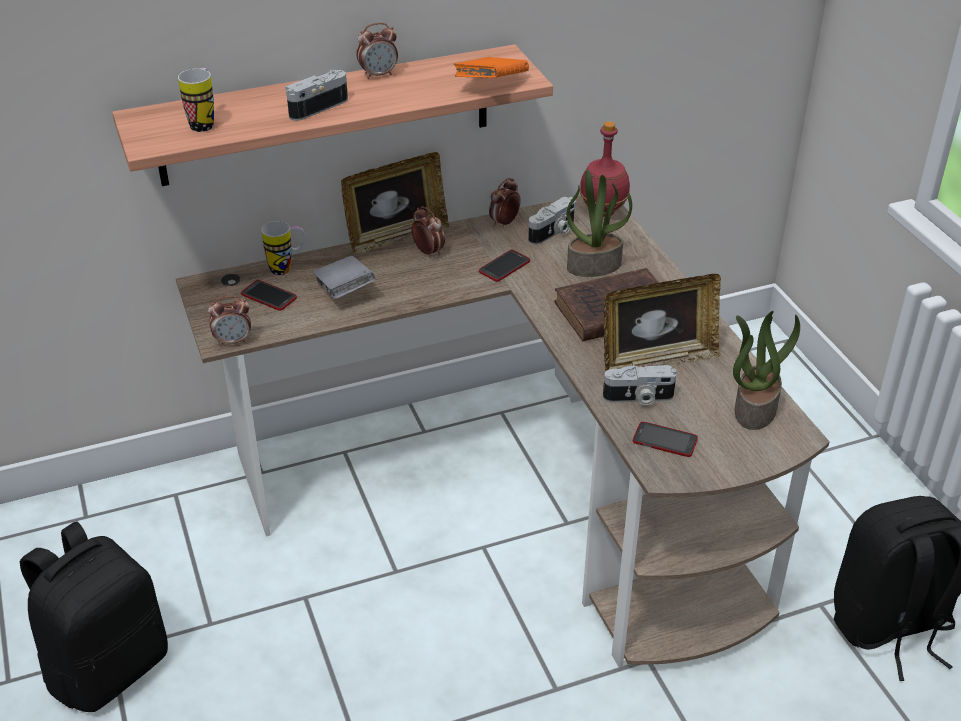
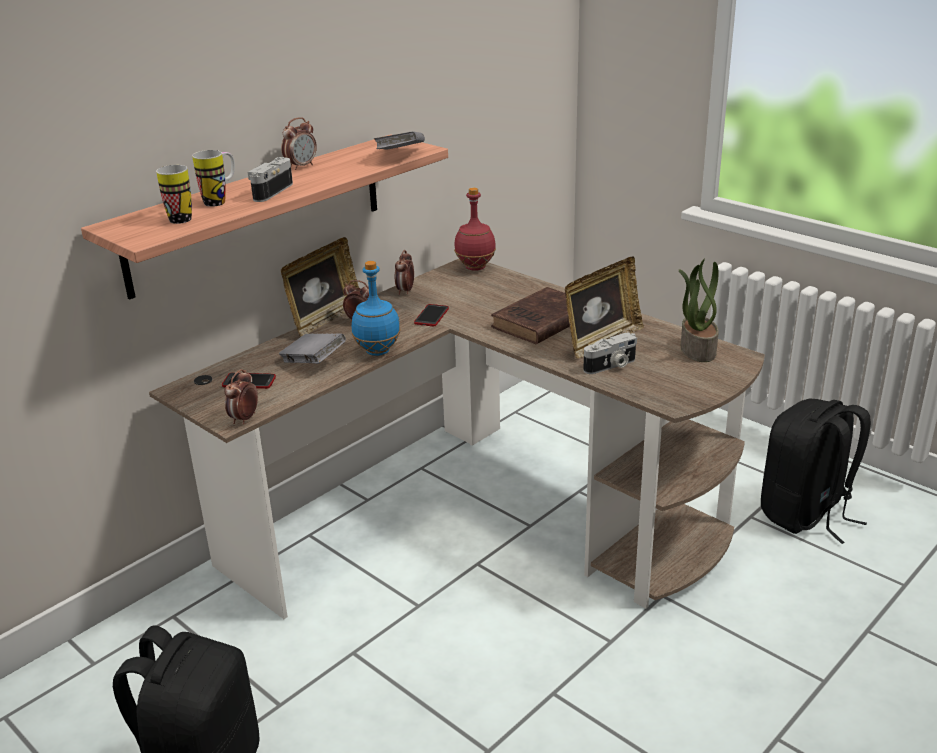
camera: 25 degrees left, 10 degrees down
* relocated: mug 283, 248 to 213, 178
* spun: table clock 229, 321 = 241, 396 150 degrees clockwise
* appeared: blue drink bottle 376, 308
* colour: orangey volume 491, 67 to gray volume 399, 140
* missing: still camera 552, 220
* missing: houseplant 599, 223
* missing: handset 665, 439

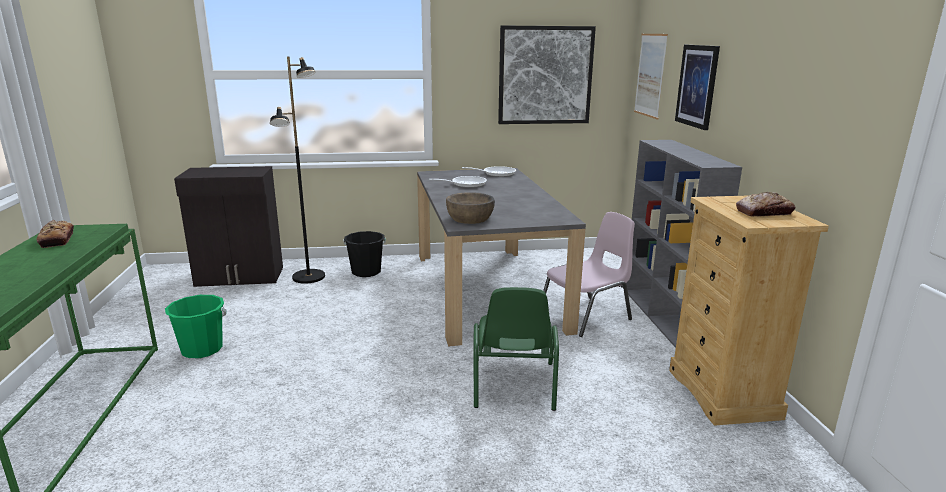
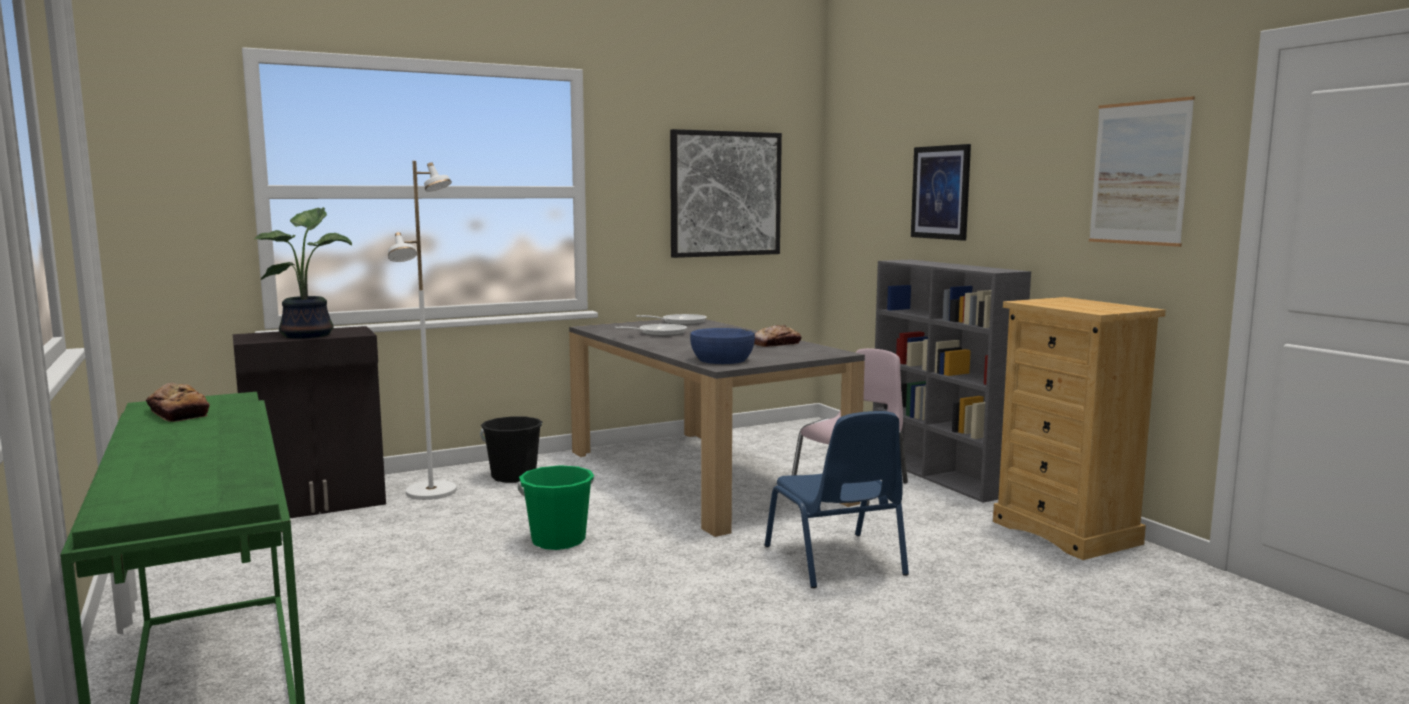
camera: 20 degrees left, 10 degrees down
* appeared: houseplant 303, 273
* colour: black standard lamp 297, 170 to white-coloured standard lamp 422, 330
* relocated: green-coloured water bucket 196, 326 to 556, 507
* colour: brown deep dish 470, 208 to blue deep dish 722, 346
* relocated: bread 765, 204 to 778, 336
* colour: green-coloured plain chair 516, 349 to blue plain chair 837, 499
* relocated: picture 651, 77 to 1142, 171

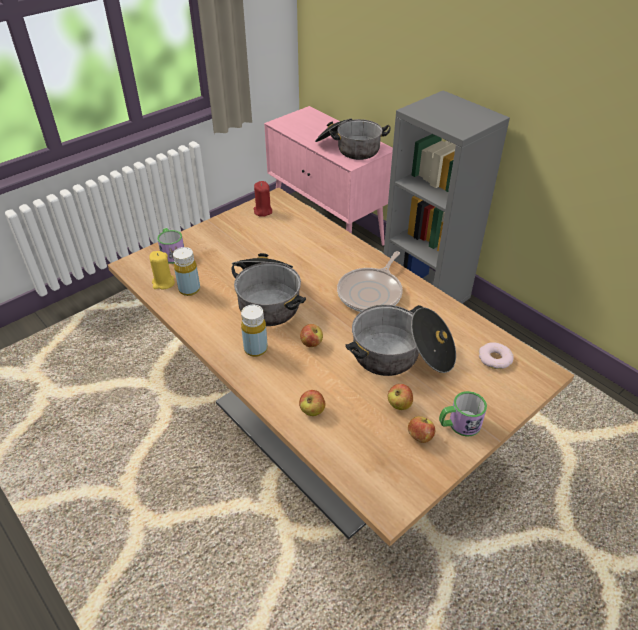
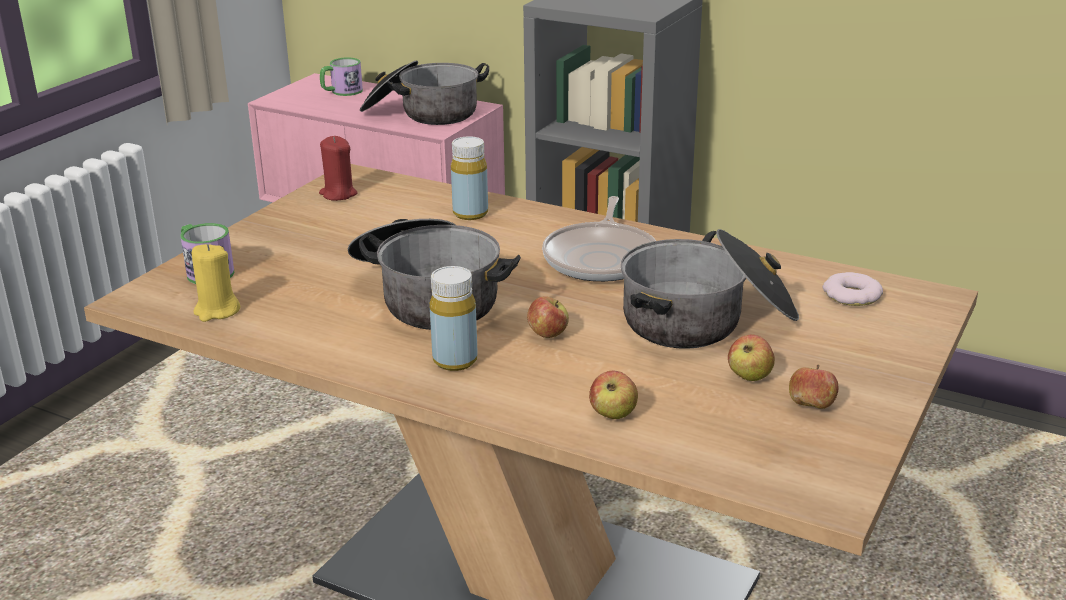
camera: 20 degrees left, 15 degrees down
* relocated: mug 463, 414 to 341, 76
* relocated: yellow drink bottle 186, 271 to 469, 178

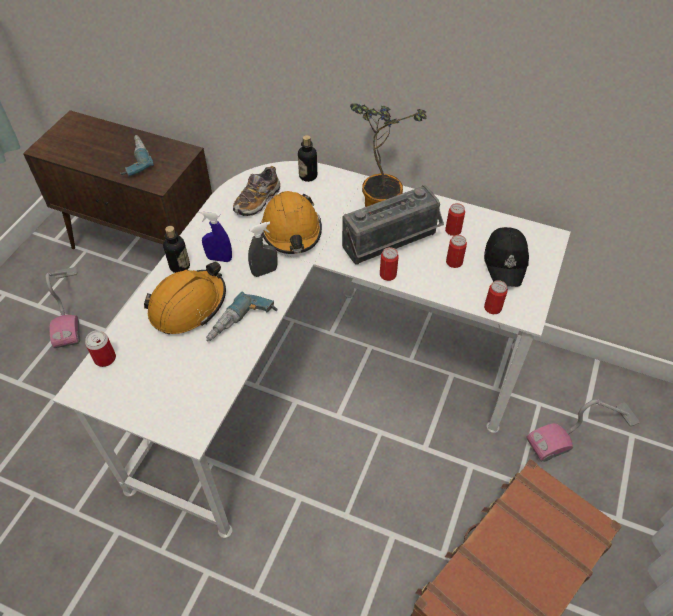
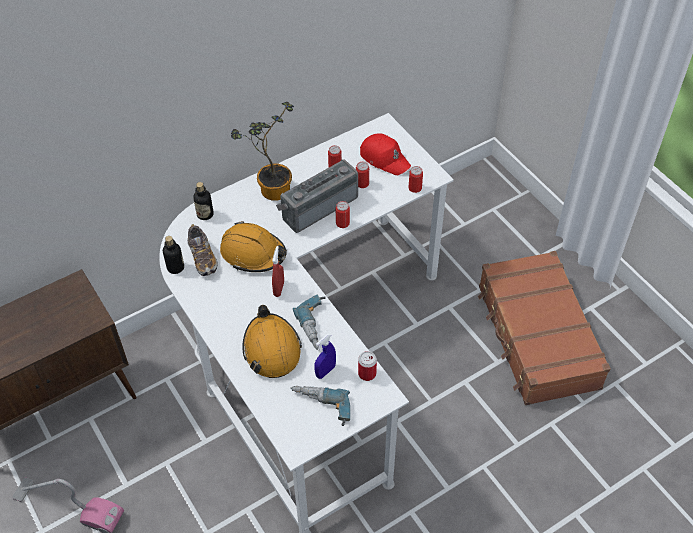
camera: 55 degrees left, 0 degrees up
* relocated: drink bottle 176, 249 to 173, 255
* colour: gray spray bottle 262, 249 to reddish spray bottle 278, 271
* spun: radio 393, 224 = 317, 196 135 degrees counterclockwise
* relocated: power drill 137, 155 to 320, 406
* relocated: blue spray bottle 215, 236 to 325, 356
* relocated: can 100, 348 to 367, 366
* colour: black peaked cap 506, 257 to reddish peaked cap 385, 154
* missing: hoover 582, 430

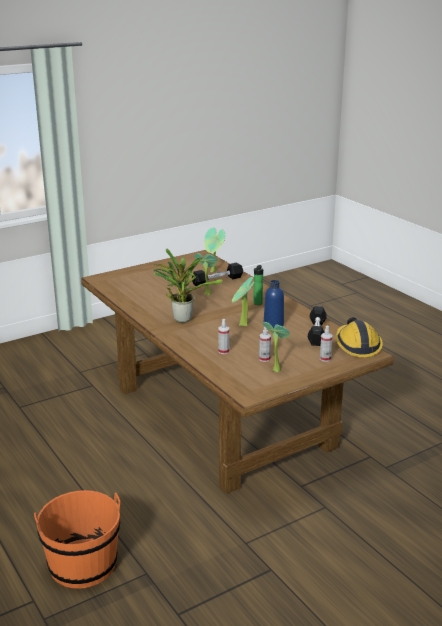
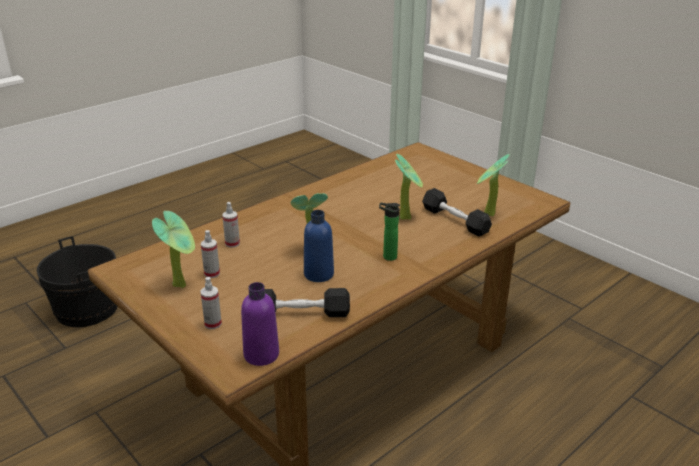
camera: 80 degrees right, 5 degrees up
* colour: orangey water bucket 77, 539 to black water bucket 77, 281
* exchanged: hard hat 359, 337 to purplish drink bottle 260, 324
* missing: houseplant 188, 286

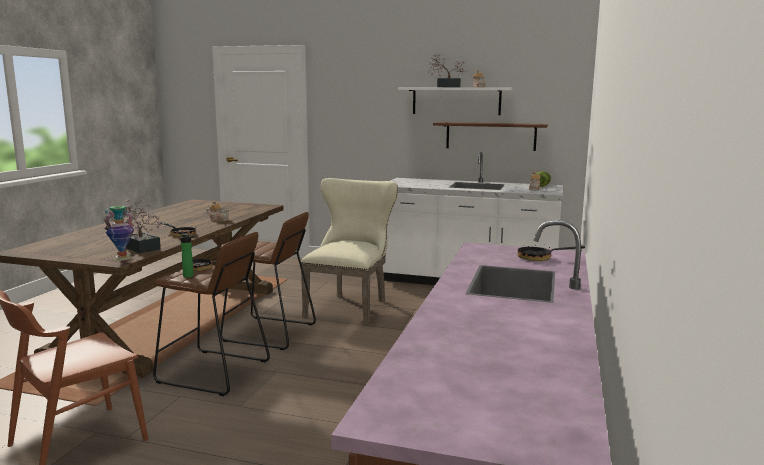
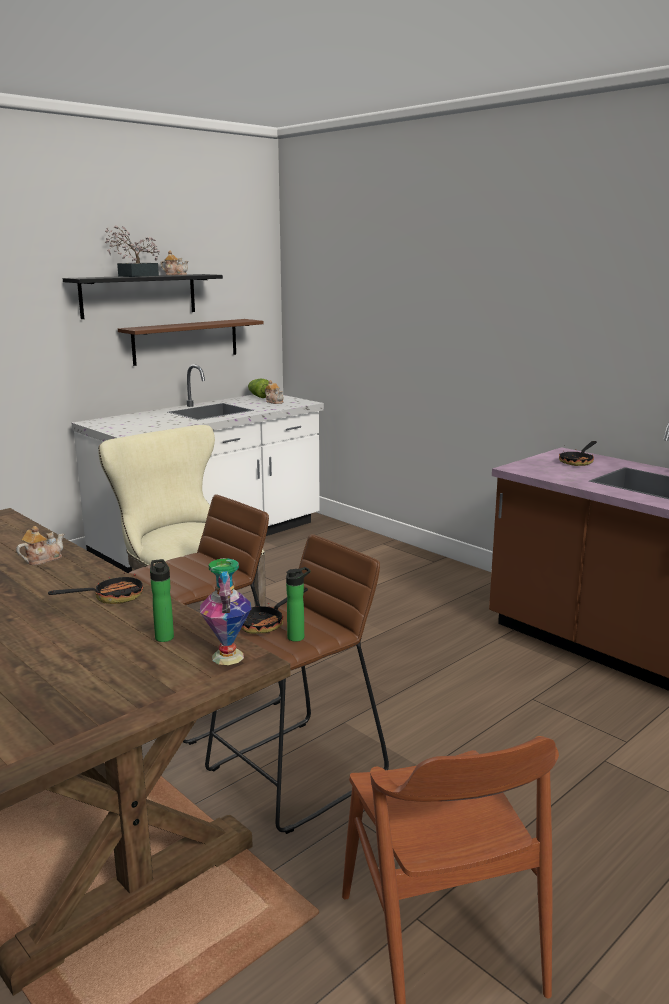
camera: 60 degrees left, 5 degrees up
* colour: white-coloured bracket shelf 455, 101 to black bracket shelf 143, 296
* exchanged: houseplant 138, 226 to drink bottle 162, 600

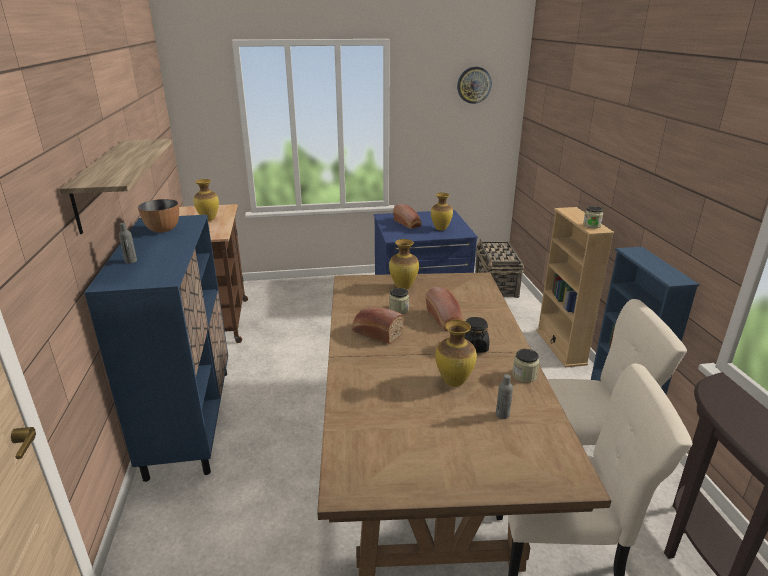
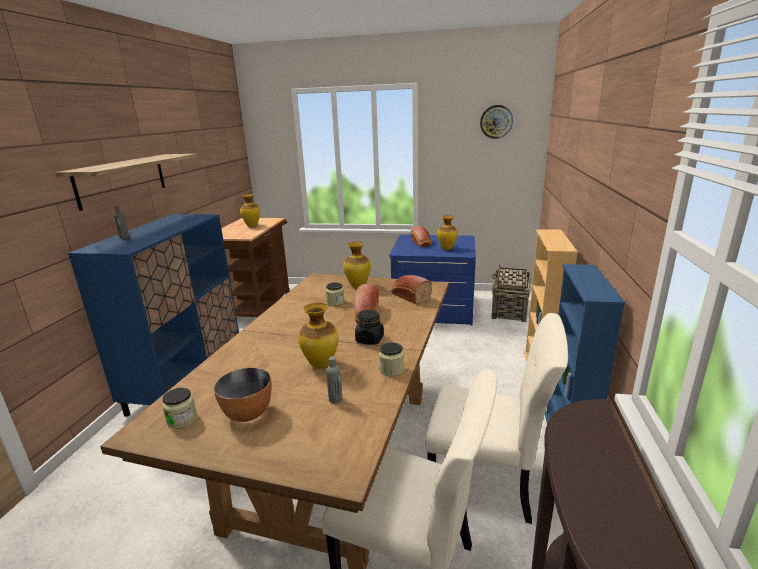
camera: 20 degrees right, 5 degrees down
* relocated: jar 593, 217 to 179, 408
* relocated: deep dish 158, 216 to 243, 394
* relocated: bread 378, 326 to 411, 290

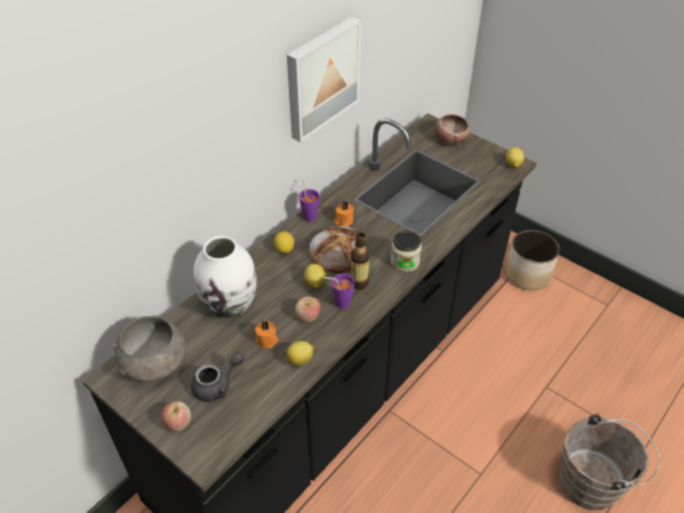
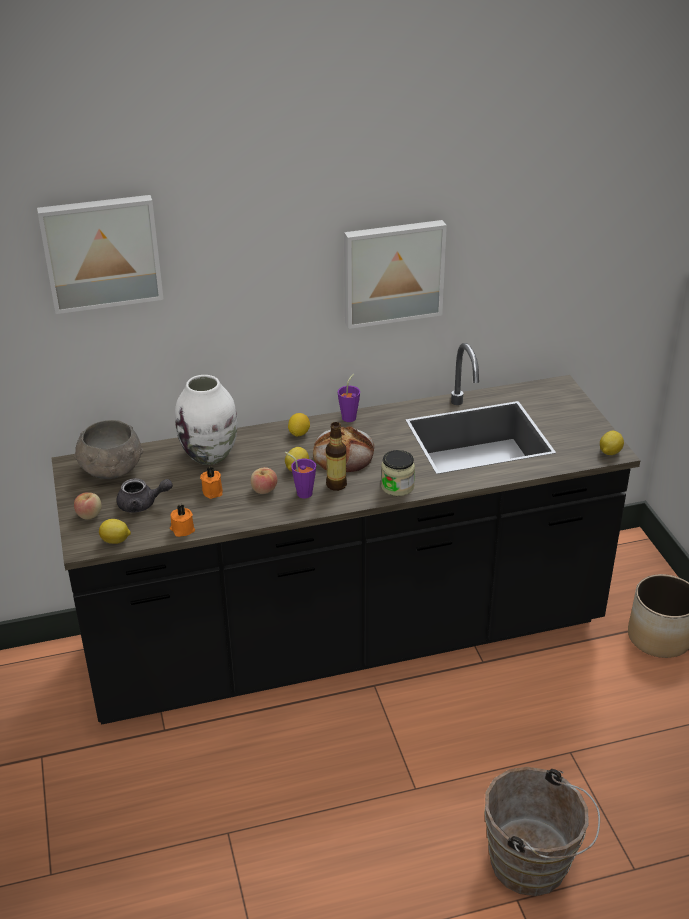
camera: 35 degrees right, 10 degrees down
* appeared: picture 100, 254
* relocated: lemon 300, 353 to 115, 531
* relocated: orangey candle 344, 214 to 182, 520
* missing: deep dish 452, 129

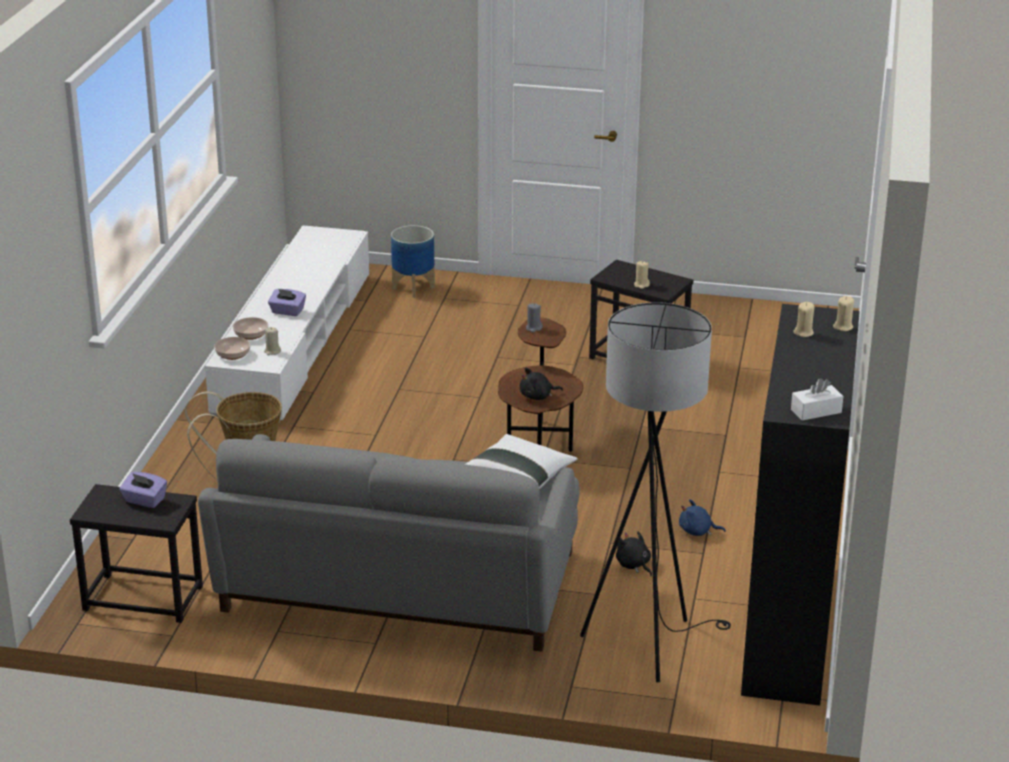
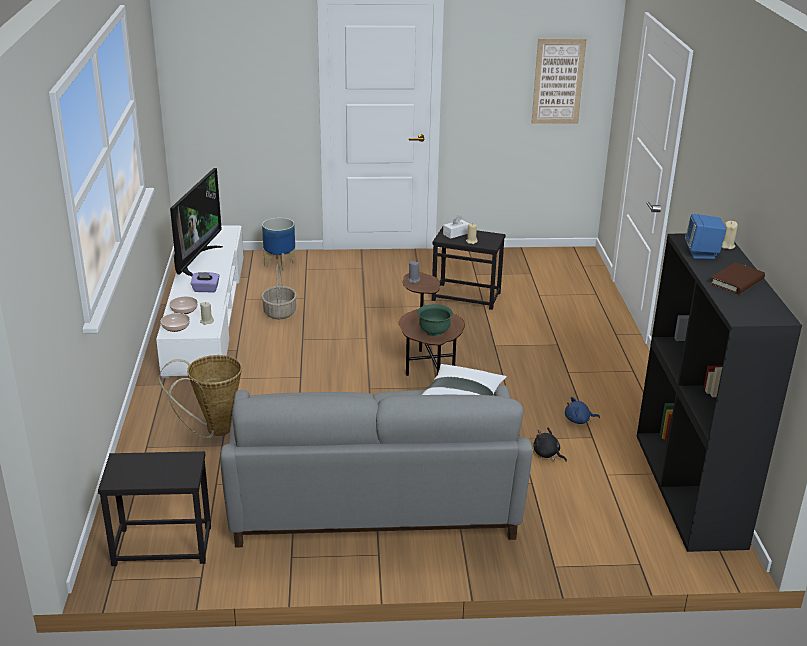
camera: 15 degrees left, 0 degrees up
* appeared: TV set 196, 222
* appeared: basket 279, 292
* exchanged: black plush toy 541, 384 to green-coloured deep dish 435, 320
* relocated: white-coloured tissue holder 817, 399 to 456, 227
* appeared: picture 559, 81
* exchanged: beige-coloured candle 803, 319 to blue speaker 705, 236
* appeared: brown volume 737, 278
* missing: purplish tissue holder 143, 490
* missing: black standard lamp 655, 492

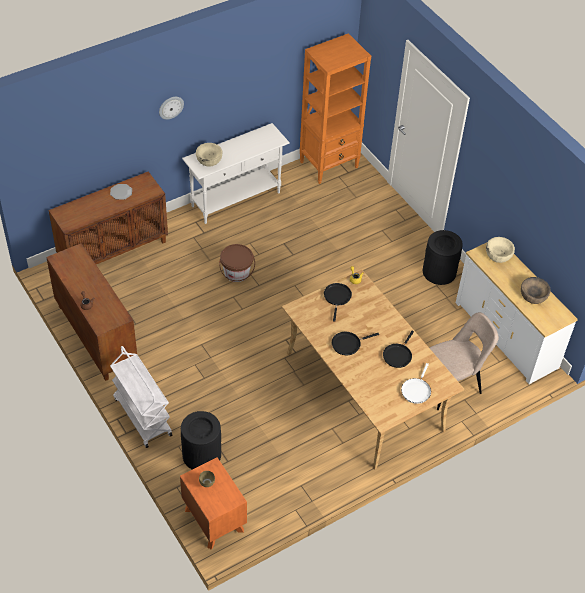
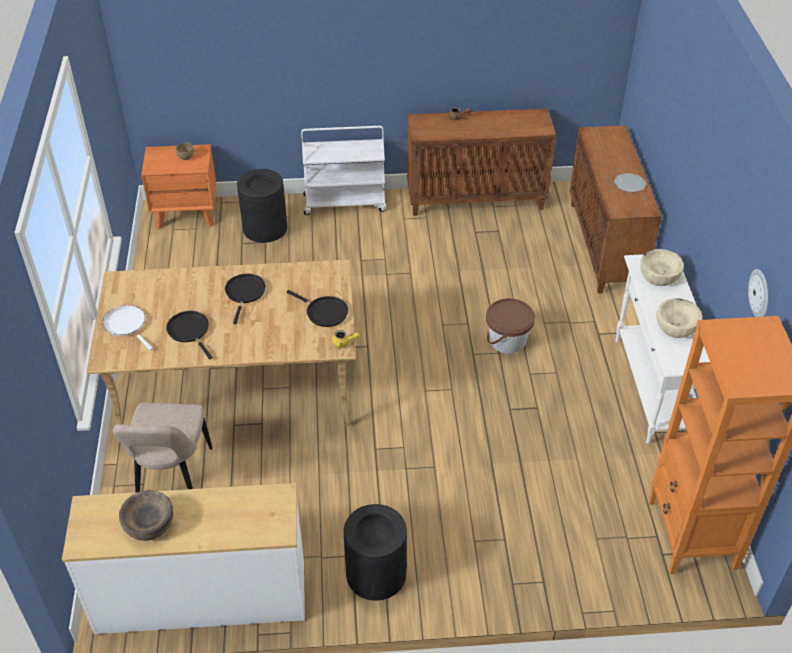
camera: 120 degrees right, 5 degrees down
* relocated: beige-coloured deep dish 500, 250 to 679, 318
* relocated: hanging clock 171, 108 to 758, 293

